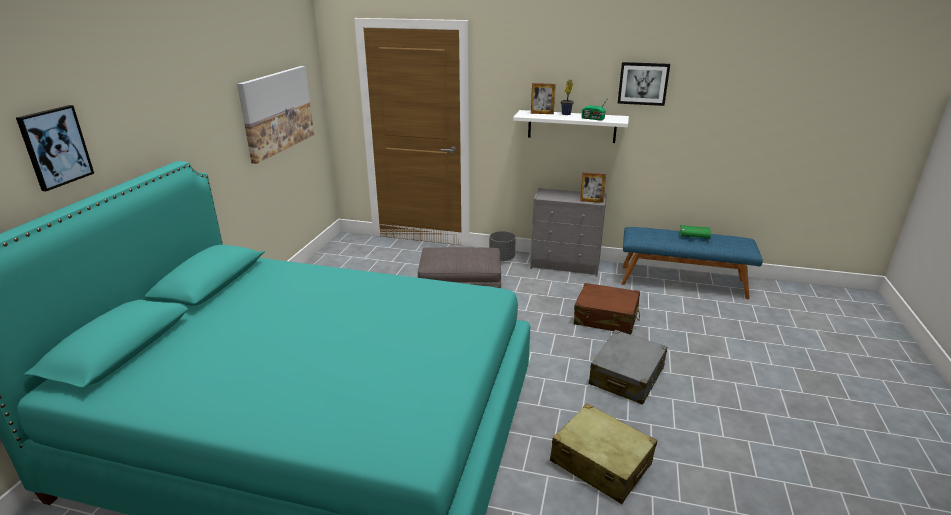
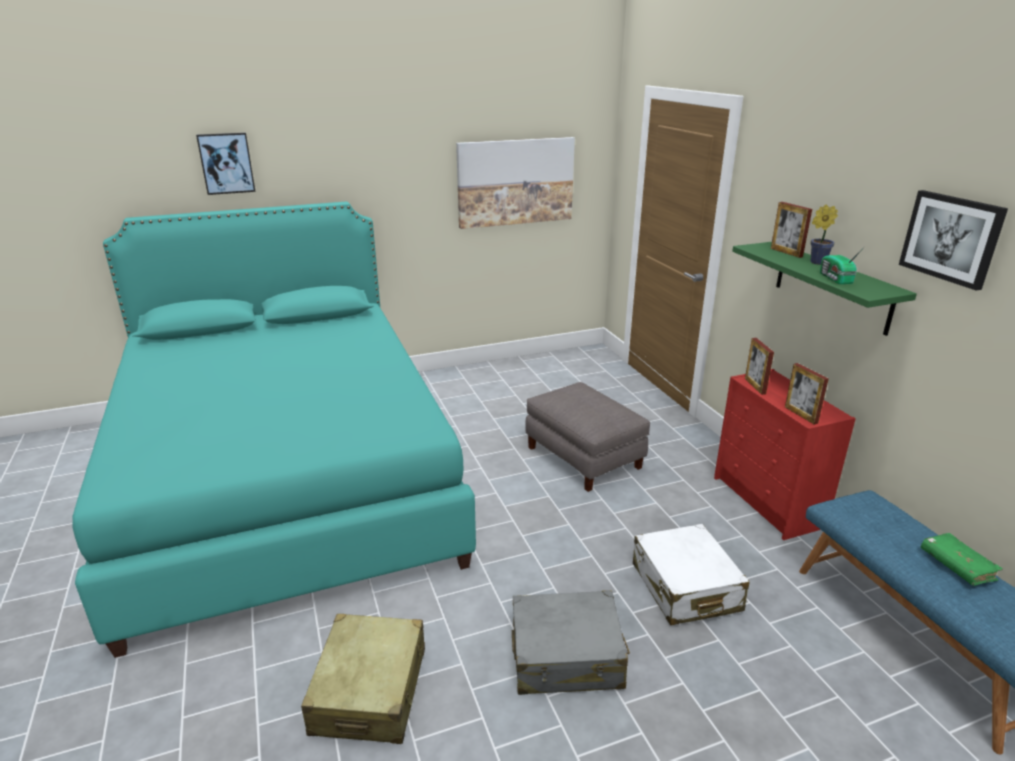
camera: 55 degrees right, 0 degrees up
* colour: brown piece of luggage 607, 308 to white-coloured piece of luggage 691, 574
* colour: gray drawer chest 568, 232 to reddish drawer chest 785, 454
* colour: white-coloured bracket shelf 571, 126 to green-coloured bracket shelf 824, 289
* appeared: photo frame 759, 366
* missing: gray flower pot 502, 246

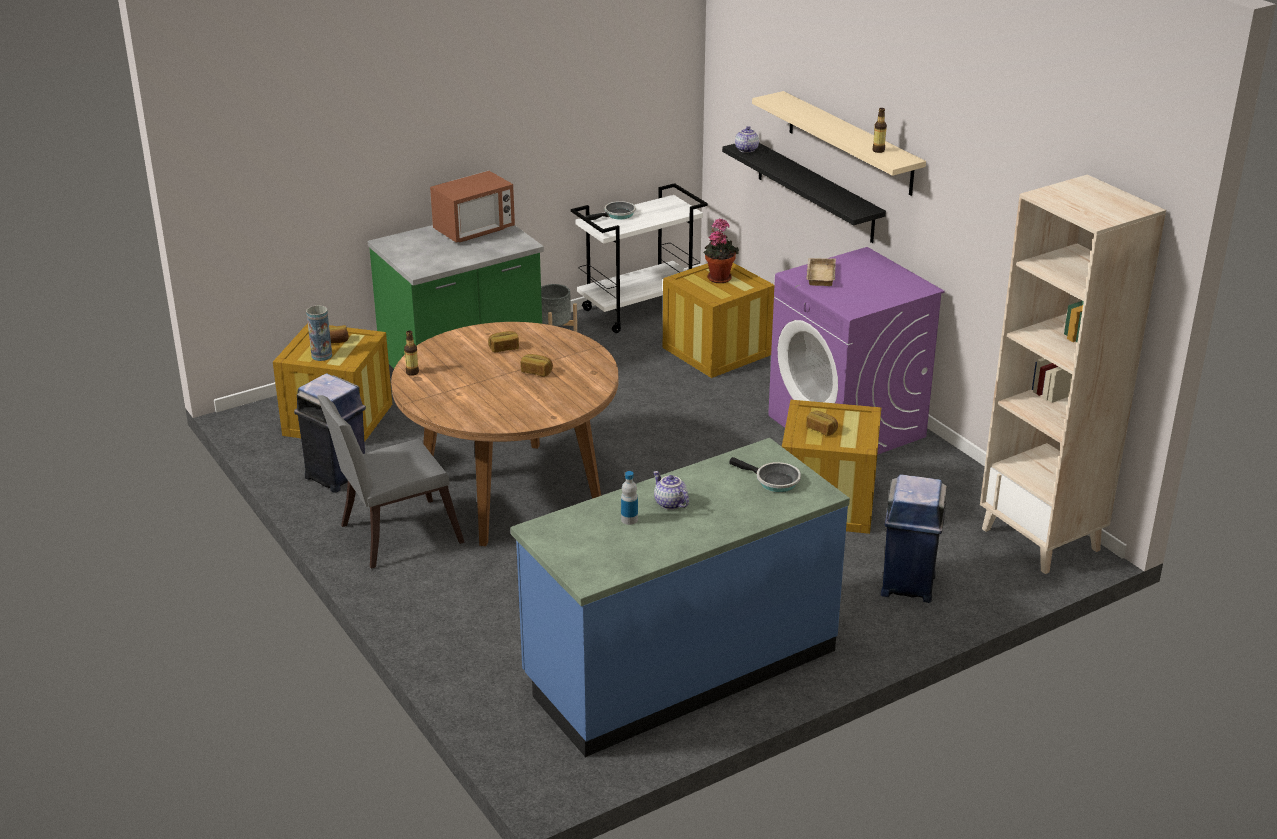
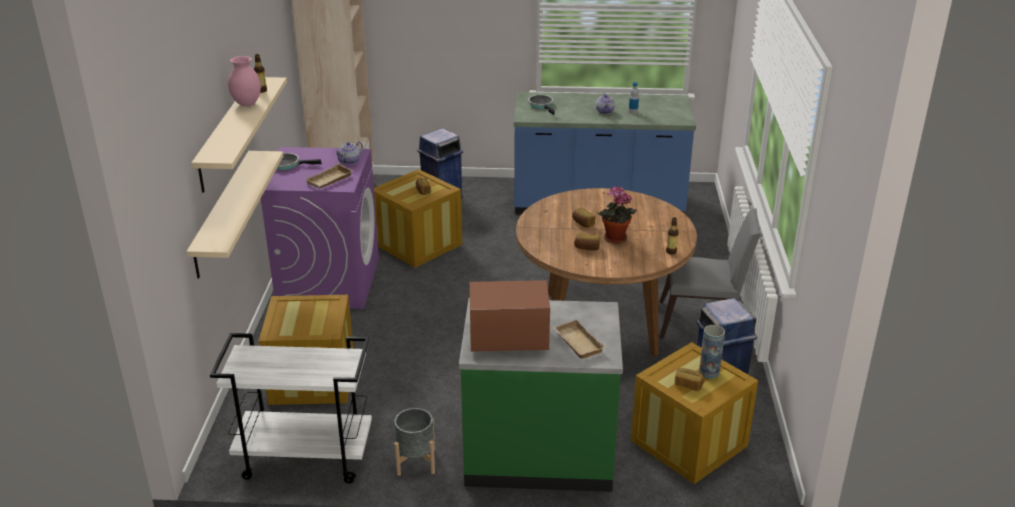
camera: 145 degrees left, 0 degrees up
* colour: black bracket shelf 804, 193 to beige-coloured bracket shelf 235, 215
* appeared: pink-coloured decorative vase 244, 81
* relocated: skillet 611, 210 to 299, 161
* relocated: teapot 747, 139 to 349, 152
* appeared: beige-coloured serving tray 579, 339
* relocated: houseplant 721, 250 to 617, 215

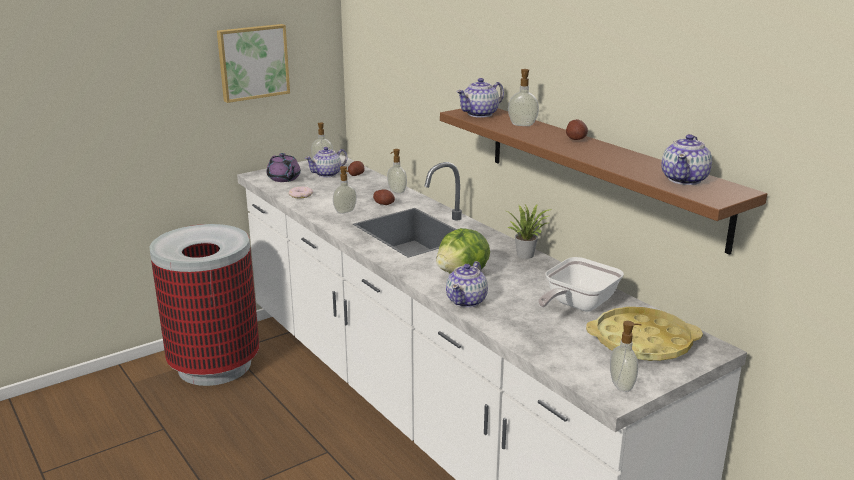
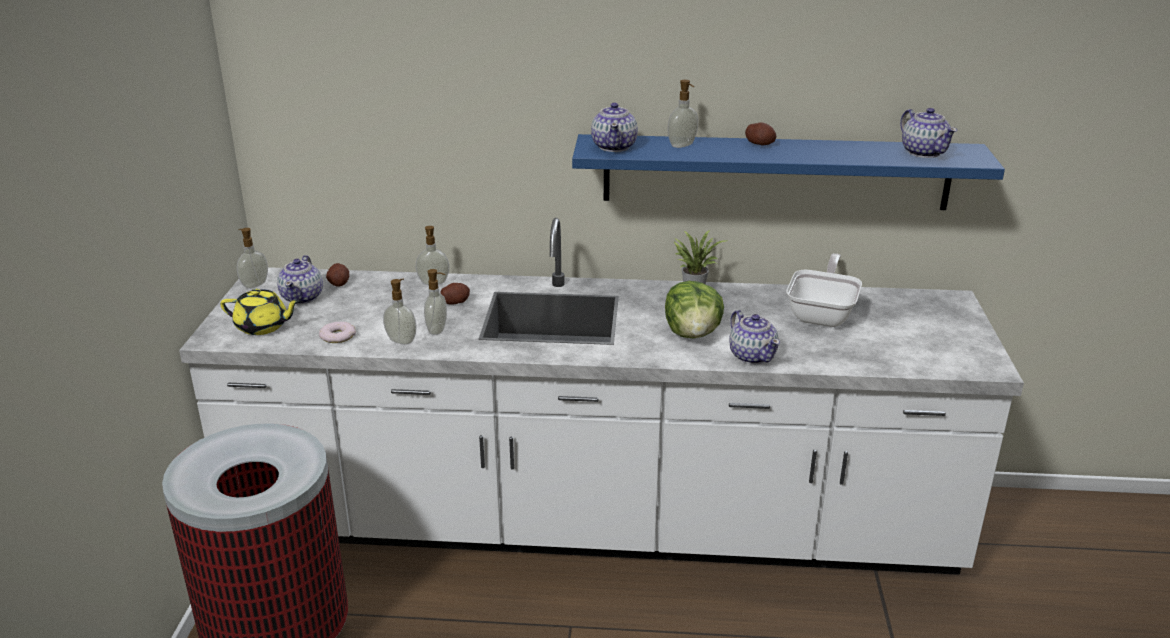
camera: 50 degrees left, 5 degrees up
* colour: purplish teapot 284, 167 to yellow teapot 260, 312
* relocated: soap dispenser 626, 356 to 400, 312
* colour: brown bracket shelf 603, 181 to blue bracket shelf 788, 172
* spun: skillet 581, 284 = 824, 290 150 degrees counterclockwise
* missing: picture 253, 63
* missing: yellow serving tray 644, 334

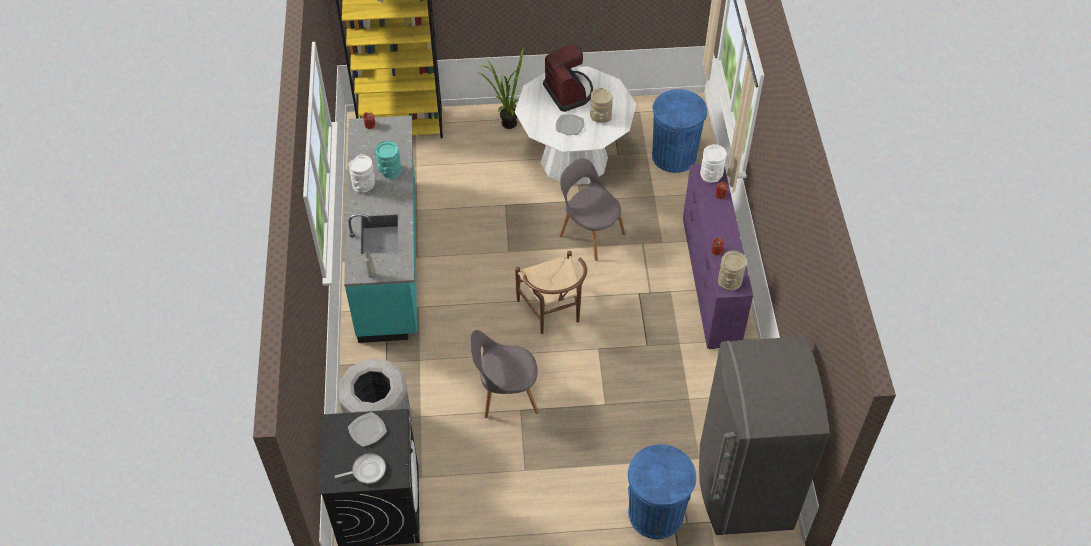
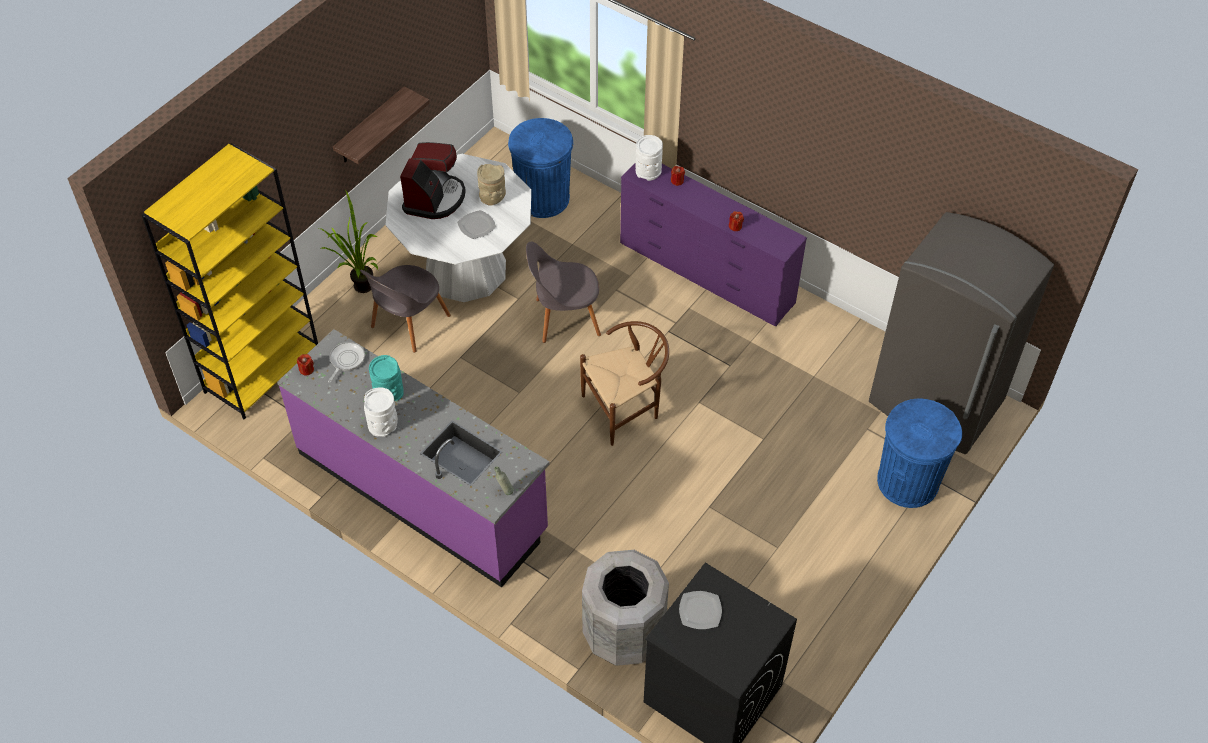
camera: 50 degrees left, 0 degrees up
* colour: turquoise counter 380, 229 to purplish counter 413, 458
* relocated: skillet 360, 468 to 346, 362
* appeared: bracket shelf 381, 125
* relocated: gray plain chair 504, 374 to 405, 309
* spun: coffee brewer 568, 78 = 433, 180 90 degrees clockwise
* spun: brown plain chair 551, 292 = 624, 383 45 degrees counterclockwise
* missing: beige-coloured decorative vase 732, 271

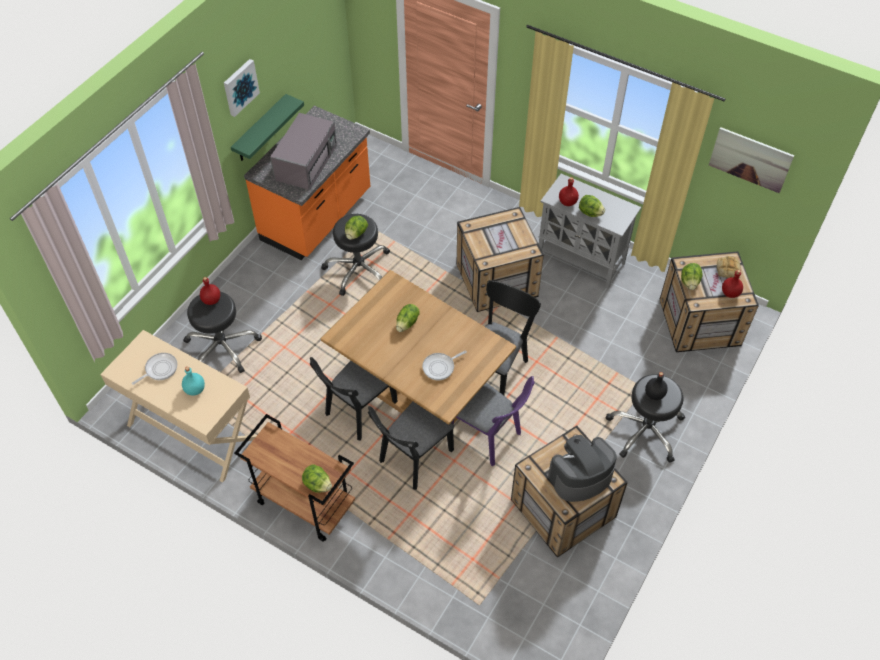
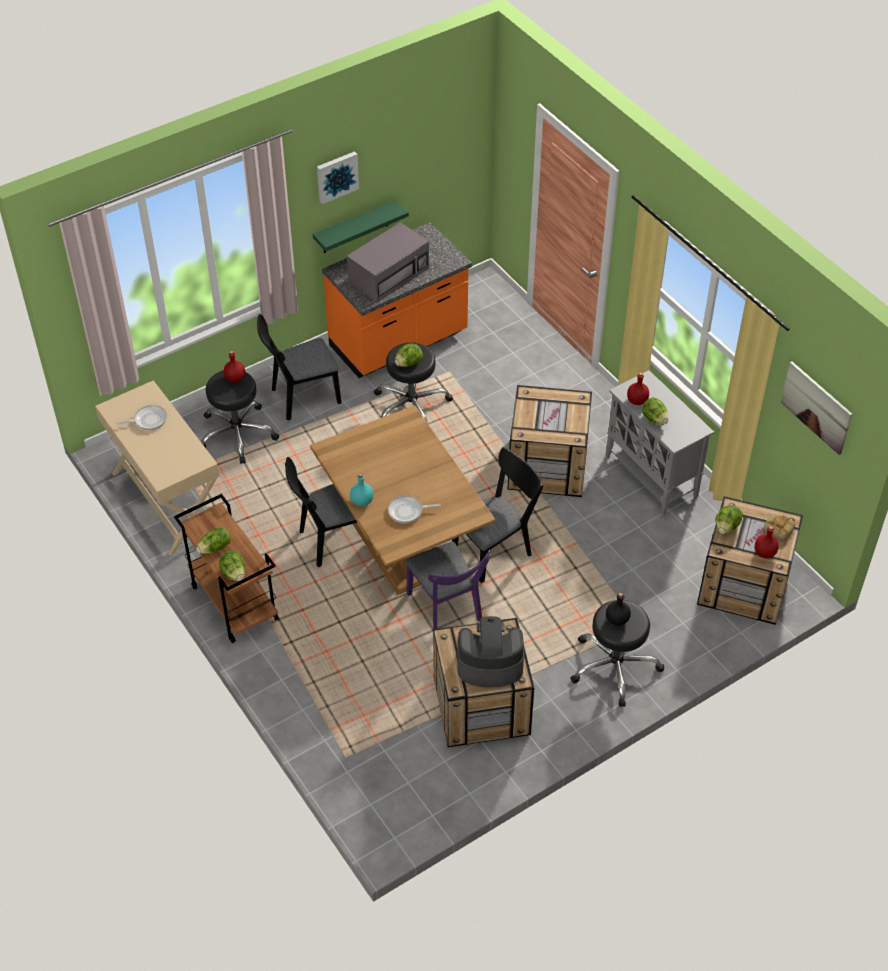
camera: 25 degrees right, 5 degrees down
* relocated: head of lettuce 408, 318 to 213, 541
* relocated: black plain chair 411, 446 to 299, 367
* relocated: turquoise drink bottle 193, 381 to 362, 489

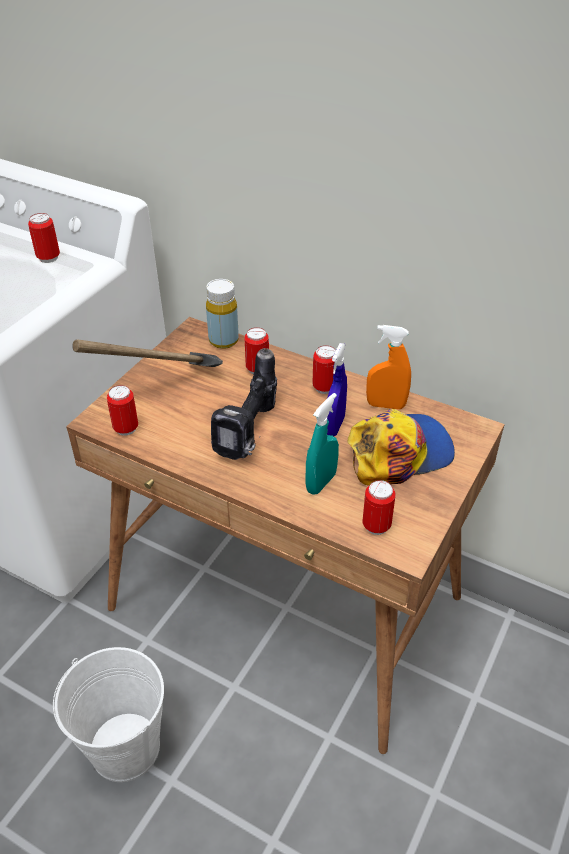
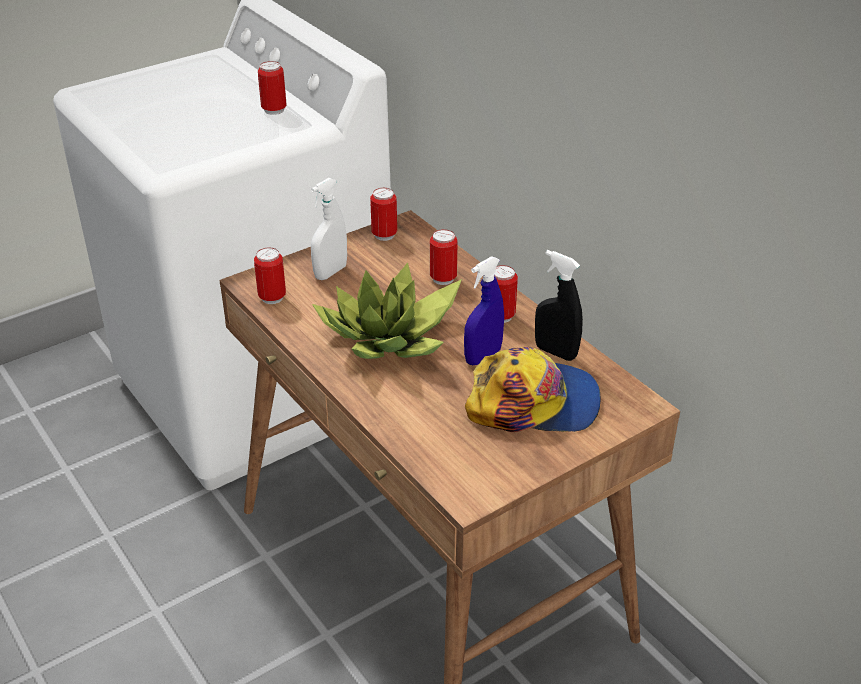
camera: 25 degrees right, 5 degrees down
* exchanged: hammer 147, 353 to white-coloured spray bottle 329, 229
* exchanged: power drill 244, 404 to houseplant 387, 311
* relocated: can 379, 507 to 383, 214
* colour: orangey spray bottle 388, 367 to black spray bottle 559, 305
* missing: white-coloured water bucket 108, 714
* missing: yellow drink bottle 222, 314
* missing: turquoise spray bottle 322, 444

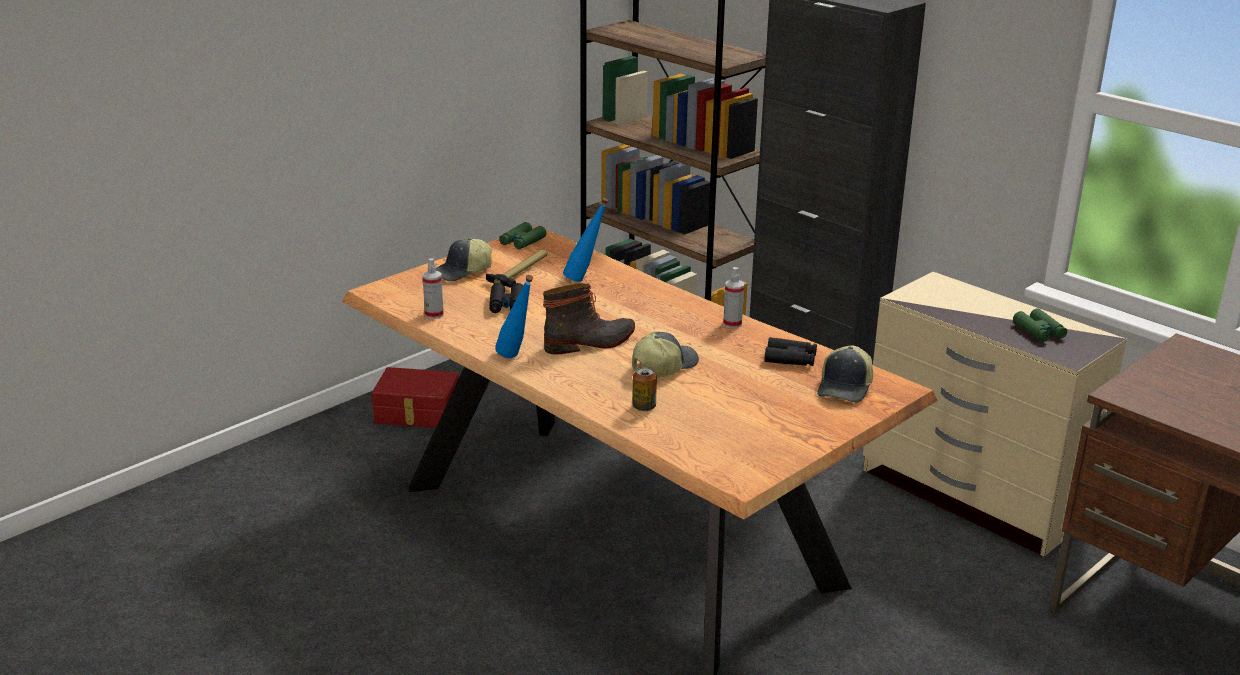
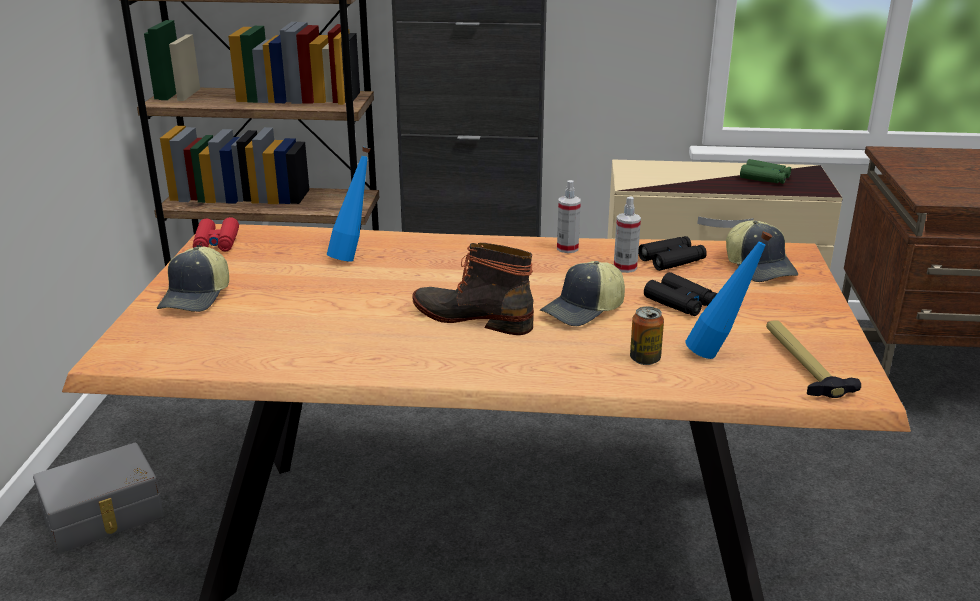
camera: 40 degrees left, 0 degrees up
* colour: reddish storage container 415, 397 to gray storage container 98, 498
* colour: green-coloured binoculars 523, 235 to reddish binoculars 216, 234
* spun: high-top boot 589, 319 = 473, 289 90 degrees counterclockwise
* spun: peaked cap 665, 354 = 582, 293 135 degrees counterclockwise
* relocated: spray bottle 433, 288 to 627, 234
* relocated: black binoculars 506, 298 to 680, 294
* relocated: blue drink bottle 514, 316 to 728, 295
* relocated: hammer 517, 268 to 813, 359

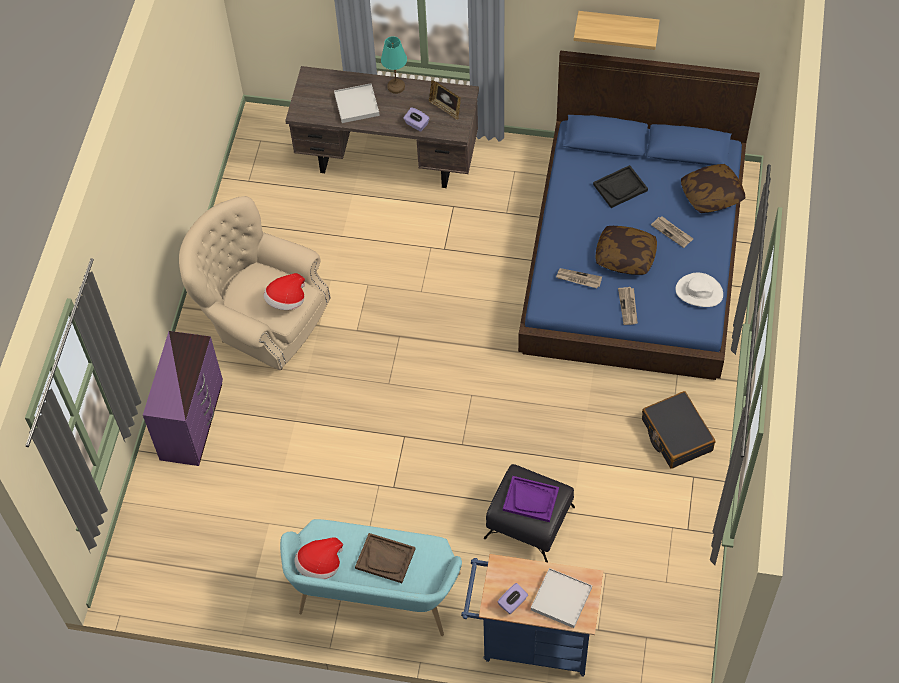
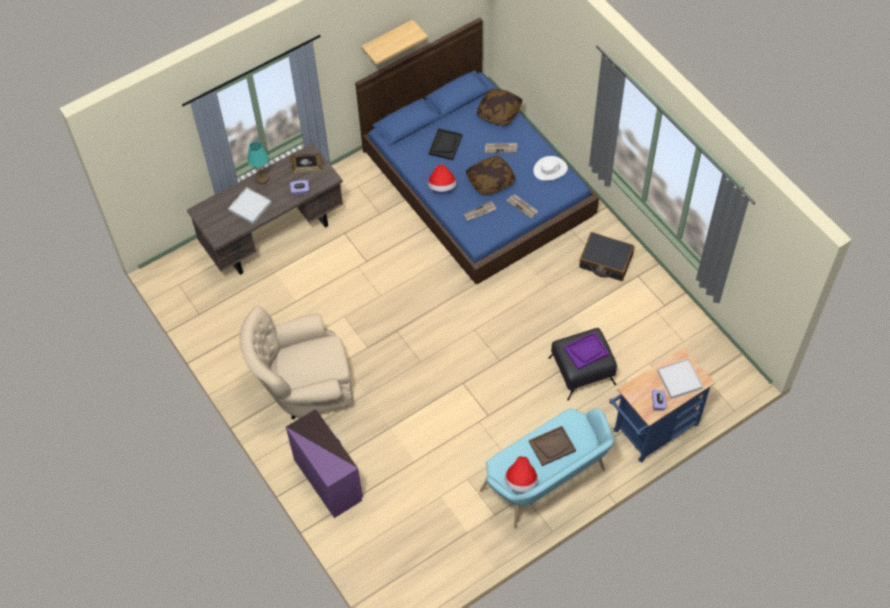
camera: 45 degrees left, 0 degrees up
* relocated: wearable hat 284, 291 to 442, 178

